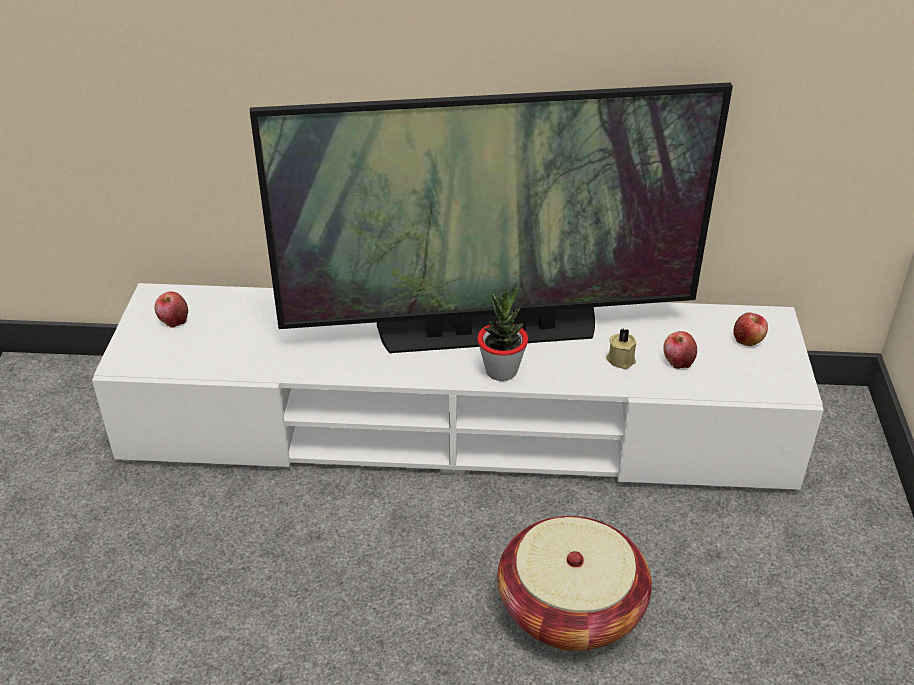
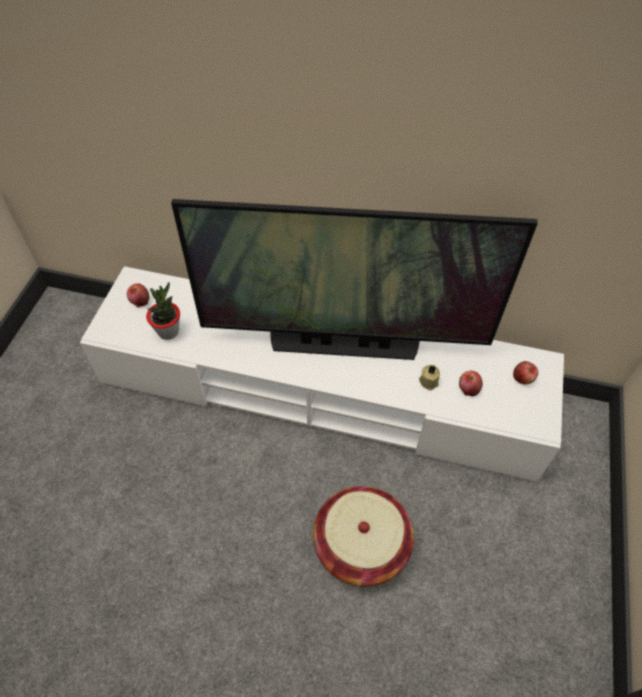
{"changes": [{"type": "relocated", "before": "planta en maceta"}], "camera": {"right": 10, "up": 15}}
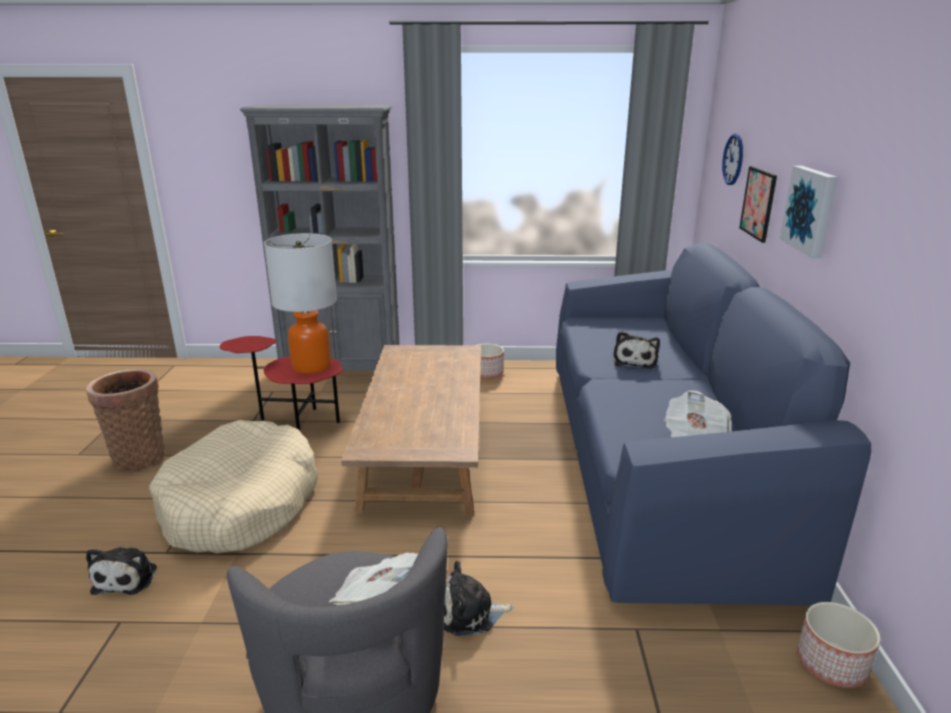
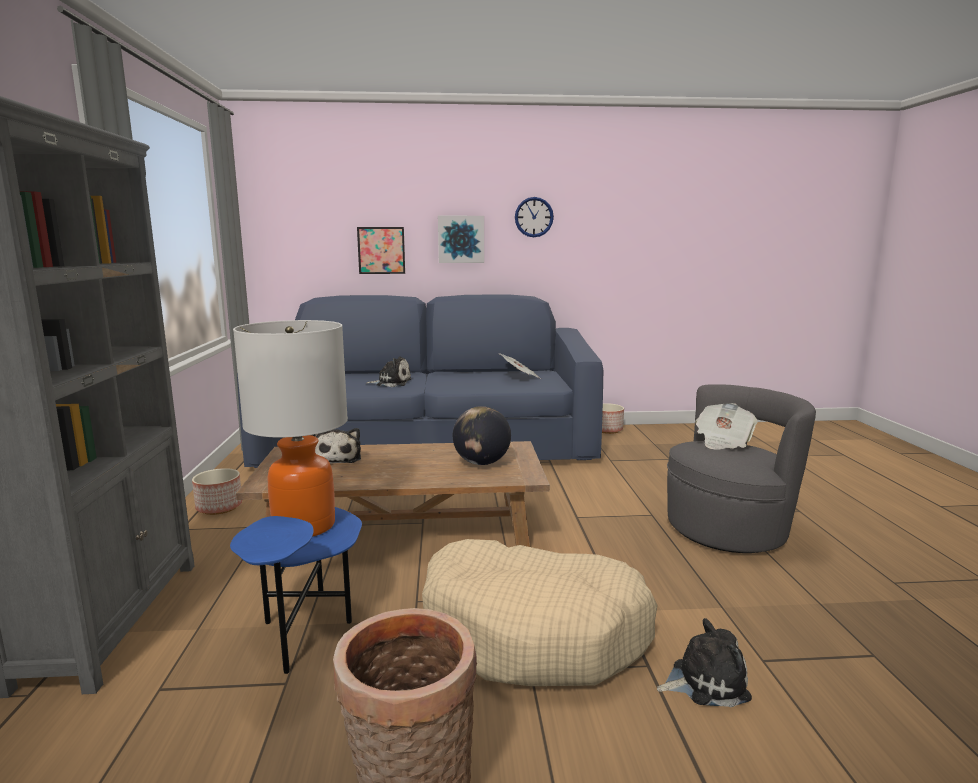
{"changes": [{"type": "colour", "before": "mesa auxiliar/rojo", "after": "mesa auxiliar/azul"}, {"type": "relocated", "before": "peluche (no. 2 from left in the first image)", "after": "peluche (no. 1 from left)"}, {"type": "appeared", "after": "globo terráqueo"}, {"type": "relocated", "before": "reloj de pared"}], "camera": {"right": -95, "up": -10}}
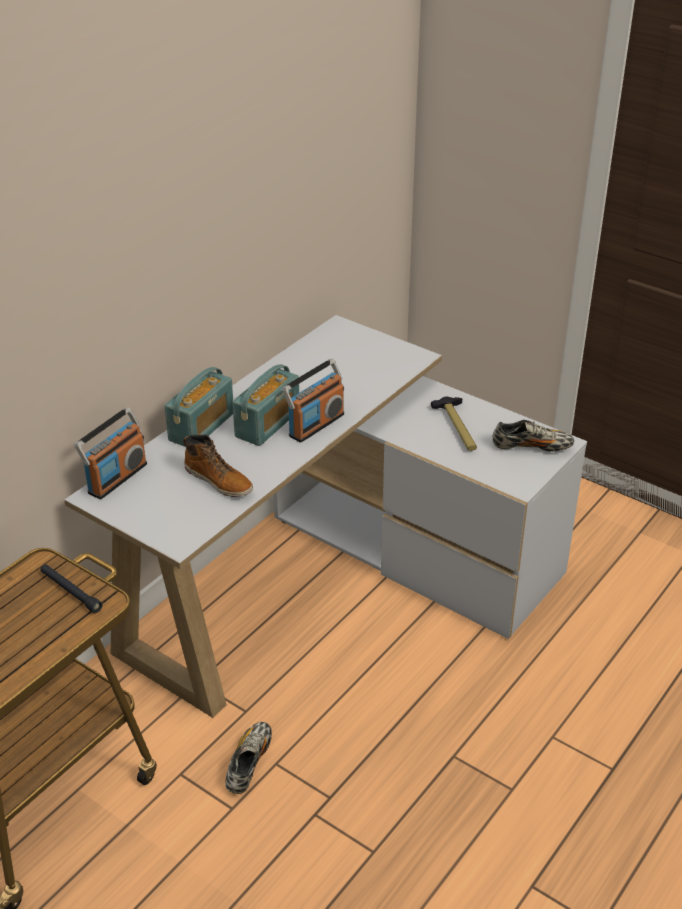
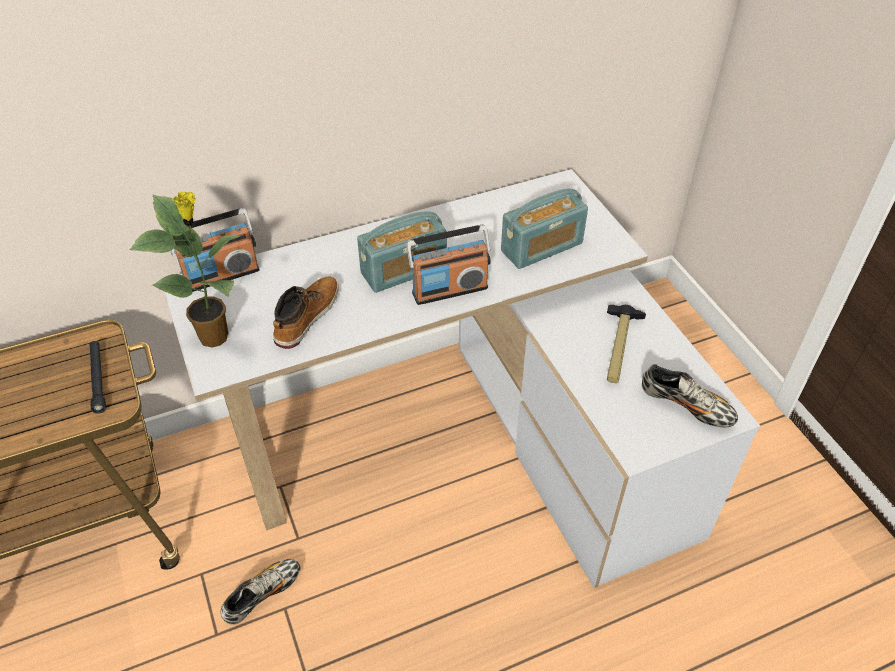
{"changes": [{"type": "appeared", "after": "planta en maceta"}, {"type": "spun", "before": "bota", "turn": -135}, {"type": "relocated", "before": "radio (no. 2 from left in the first image)", "after": "radio (no. 4 from left)"}], "camera": {"right": 30, "up": 10}}
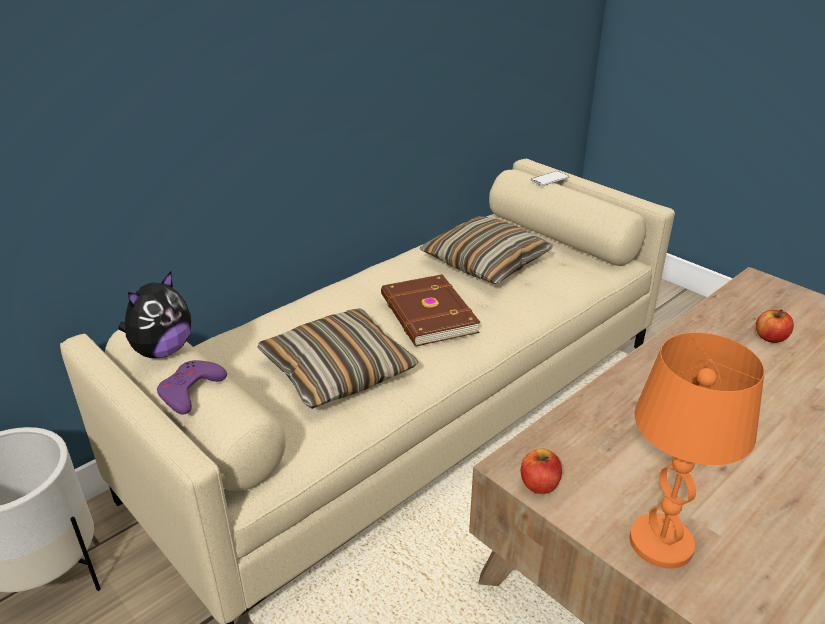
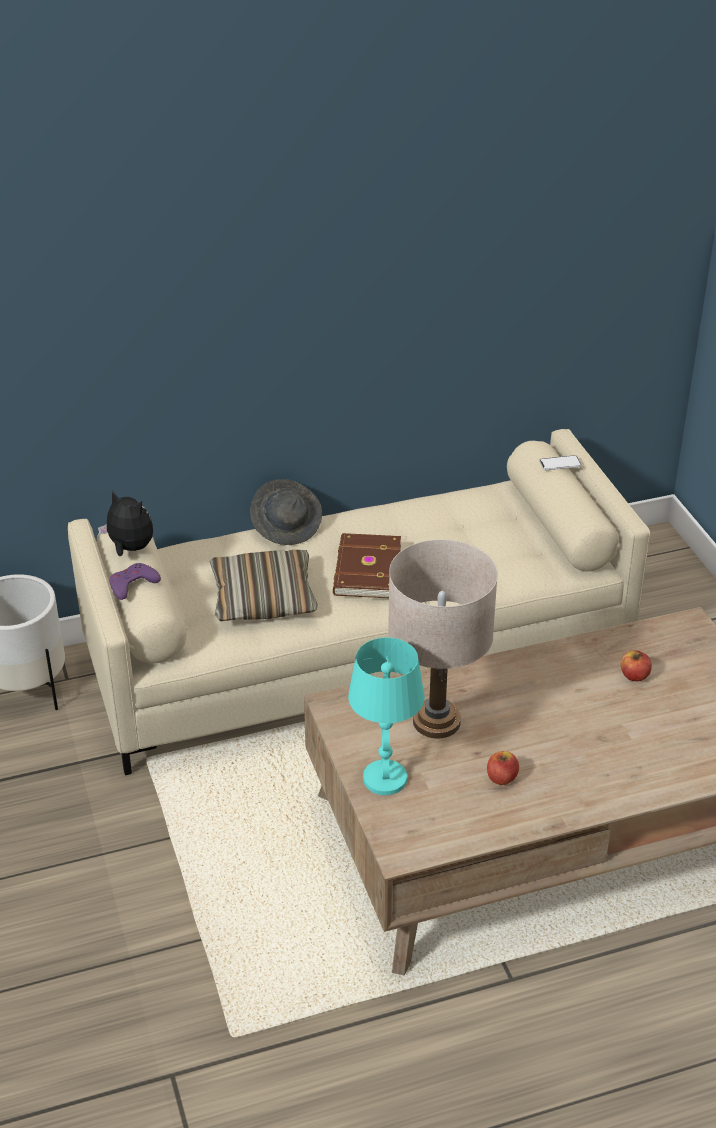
{"changes": [{"type": "spun", "before": "peluche", "turn": -120}, {"type": "appeared", "after": "sombrero/gris"}, {"type": "colour", "before": "lámpara de mesa/naranja", "after": "lámpara de mesa/turquesa"}, {"type": "appeared", "after": "lámpara de mesa/beis"}, {"type": "relocated", "before": "manzana (no. 1 from left)"}, {"type": "missing", "before": "cojín (no. 2 from left)"}], "camera": {"right": 25, "up": 5}}
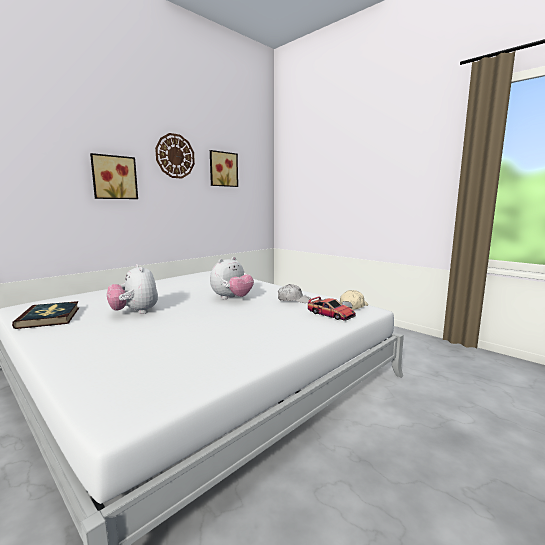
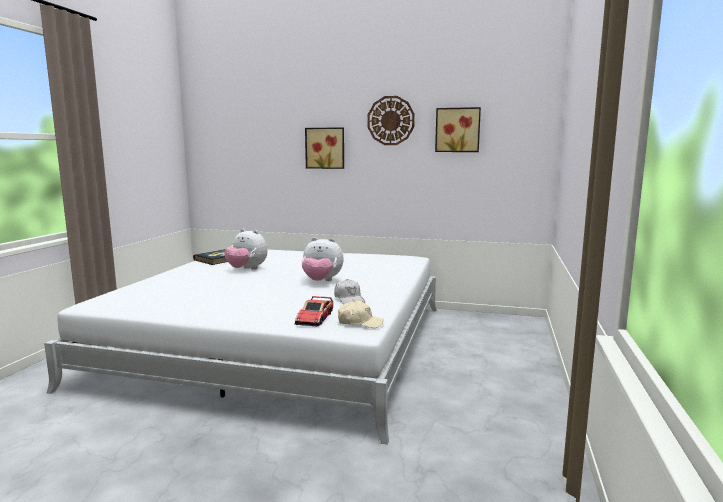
{"changes": [{"type": "spun", "before": "peluche (no. 1 from left)", "turn": -90}], "camera": {"right": 60, "up": 0}}
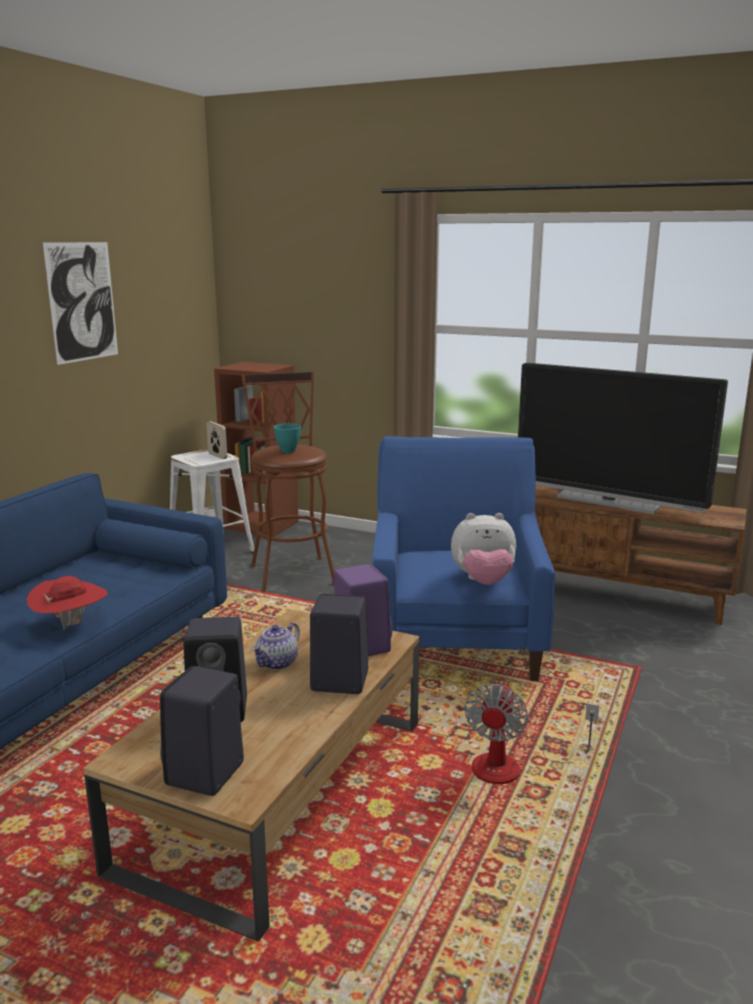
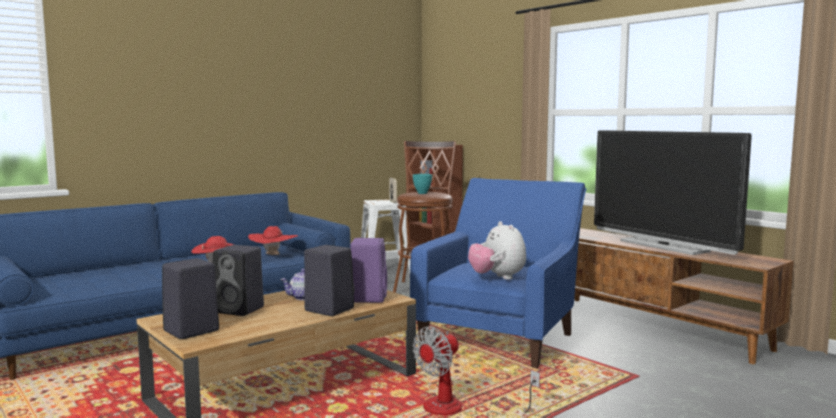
{"changes": [{"type": "appeared", "after": "sombrero/rojo (no. 2 from left)"}, {"type": "spun", "before": "peluche", "turn": 45}, {"type": "missing", "before": "cuadro"}], "camera": {"right": 25, "up": -10}}
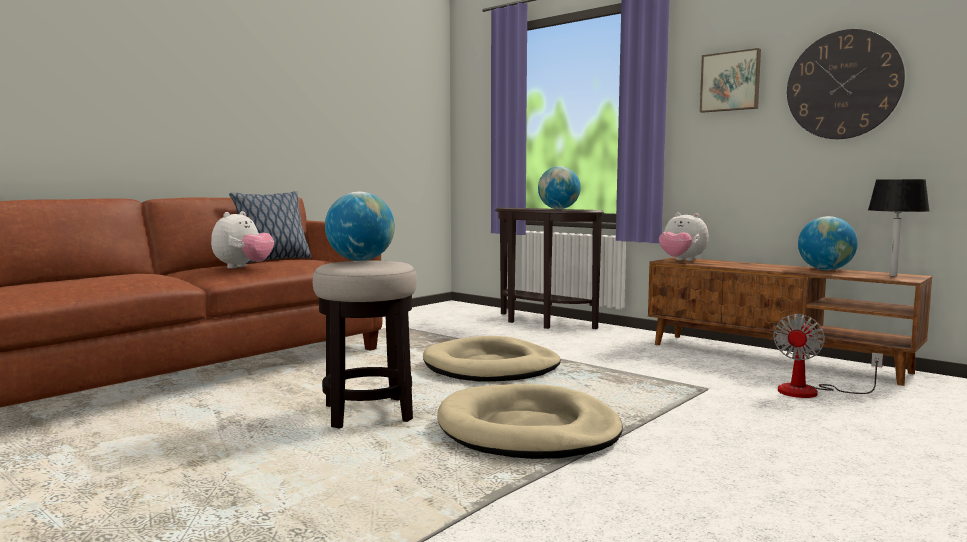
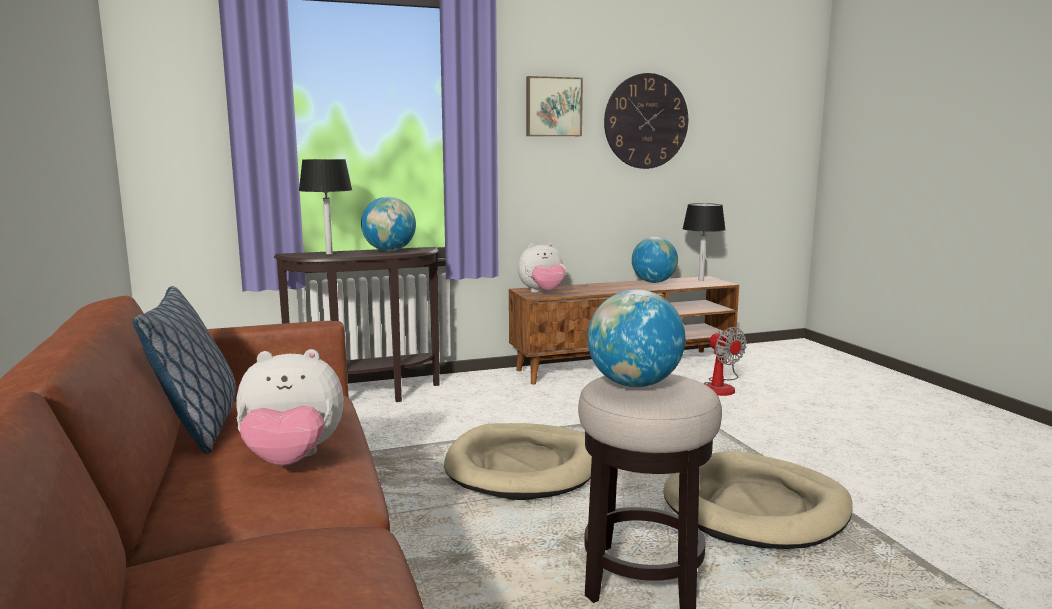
{"changes": [{"type": "spun", "before": "peluche (no. 1 from left)", "turn": 120}, {"type": "appeared", "after": "lámpara de mesa/negro (no. 1 from left)"}], "camera": {"right": -60, "up": 5}}
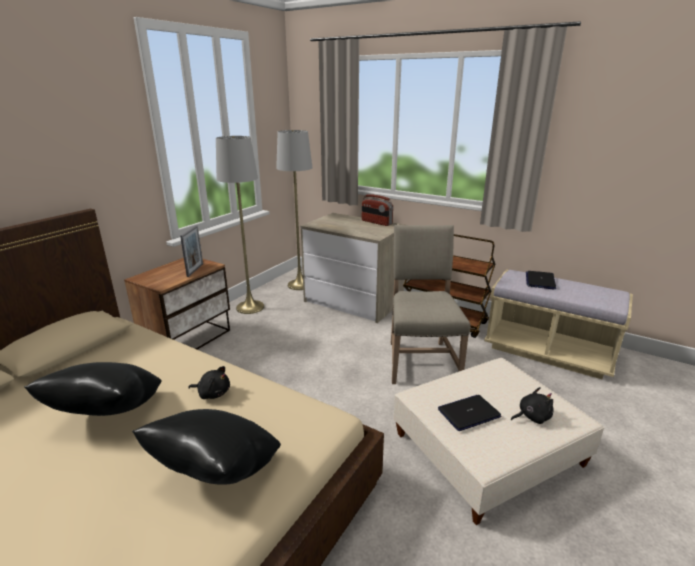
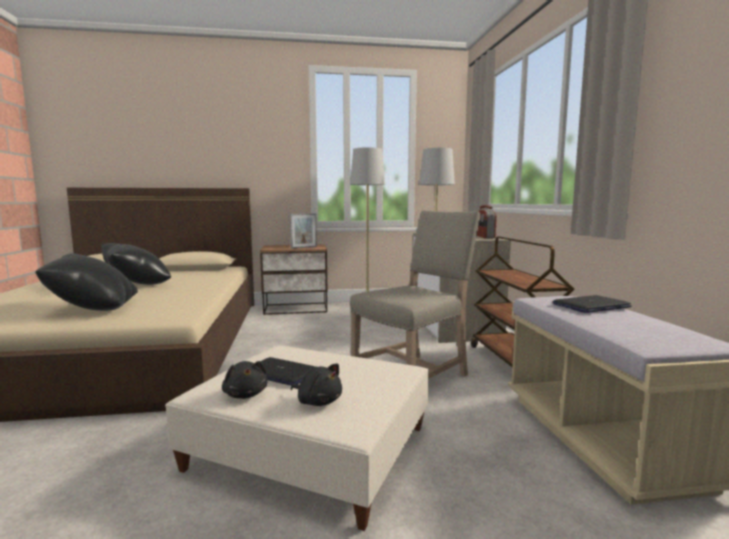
{"changes": [{"type": "relocated", "before": "peluche/negro (no. 1 from left)"}], "camera": {"right": 50, "up": -15}}
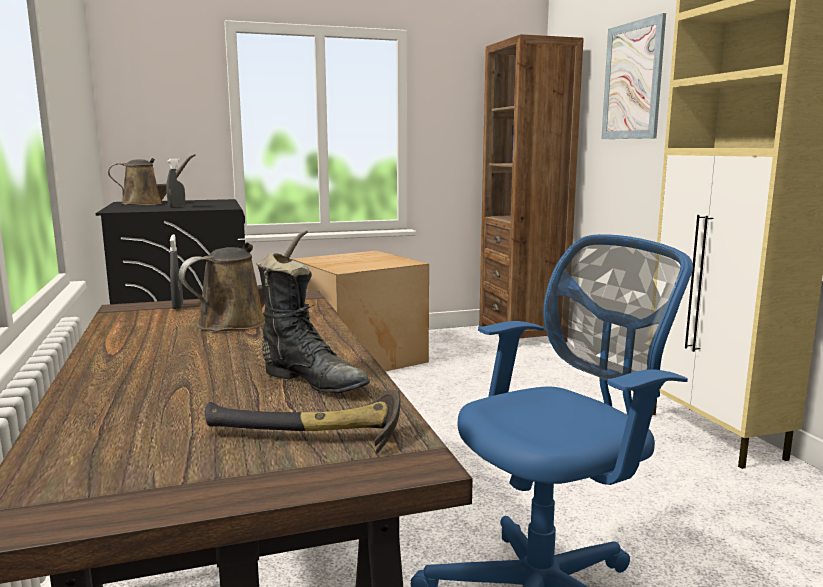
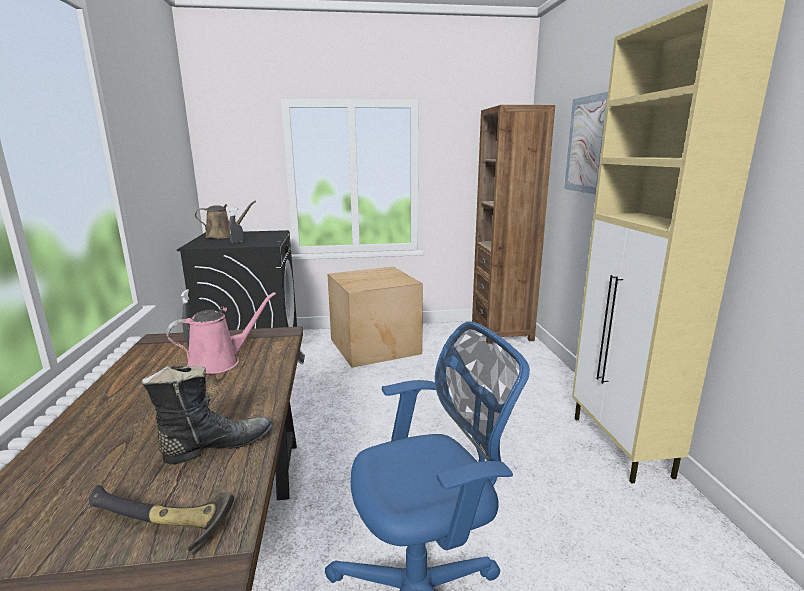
{"changes": [{"type": "spun", "before": "bota/negro", "turn": -75}, {"type": "colour", "before": "regadera/marrón (no. 2 from left)", "after": "regadera/rosa"}], "camera": {"right": 10, "up": 5}}
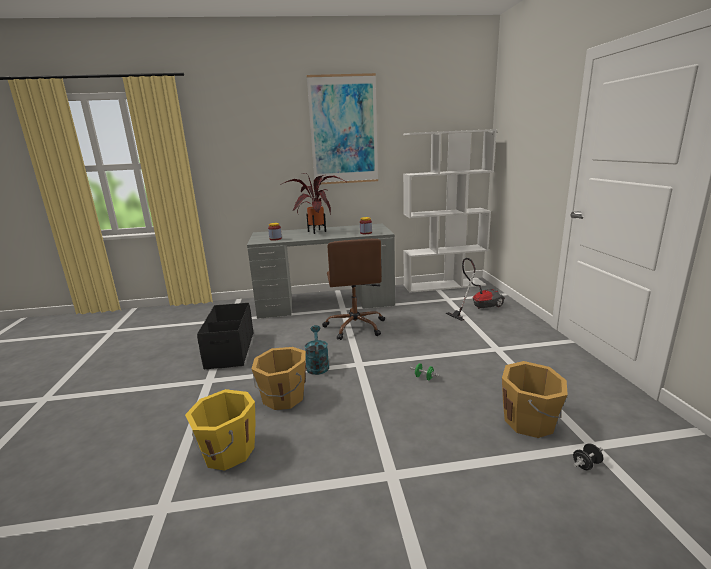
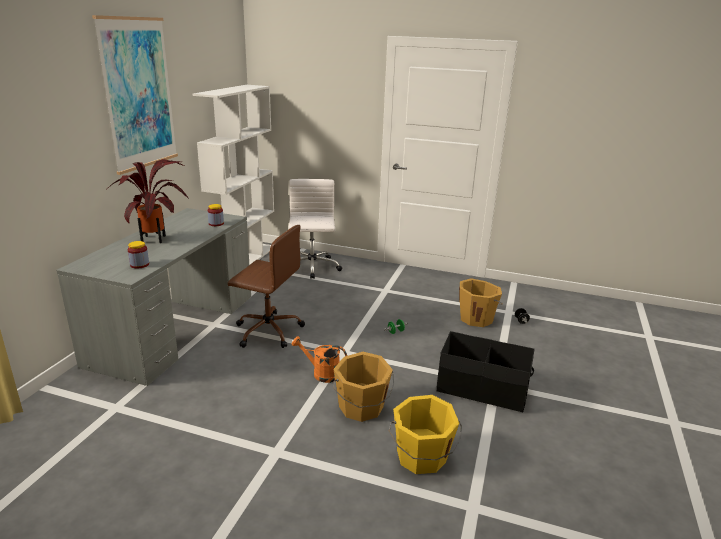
{"changes": [{"type": "exchanged", "before": "aspiradora", "after": "silla de oficina/blanco"}, {"type": "colour", "before": "regadera/turquesa", "after": "regadera/naranja"}, {"type": "relocated", "before": "caja de almacenaje/negro"}], "camera": {"right": -65, "up": 5}}
